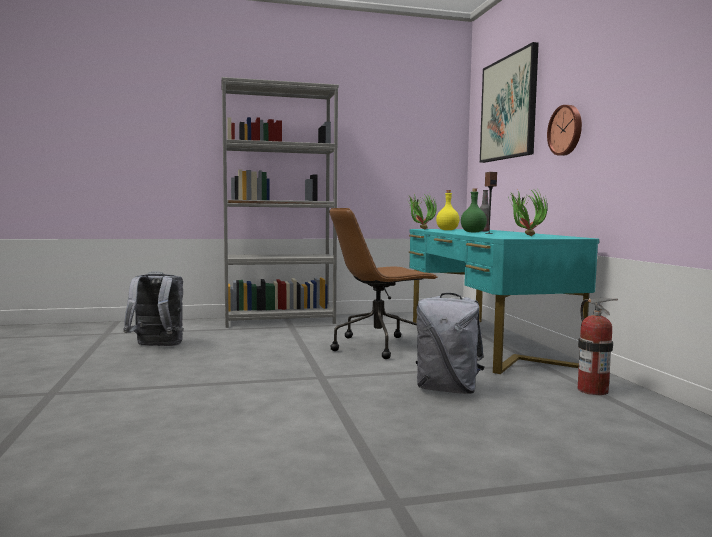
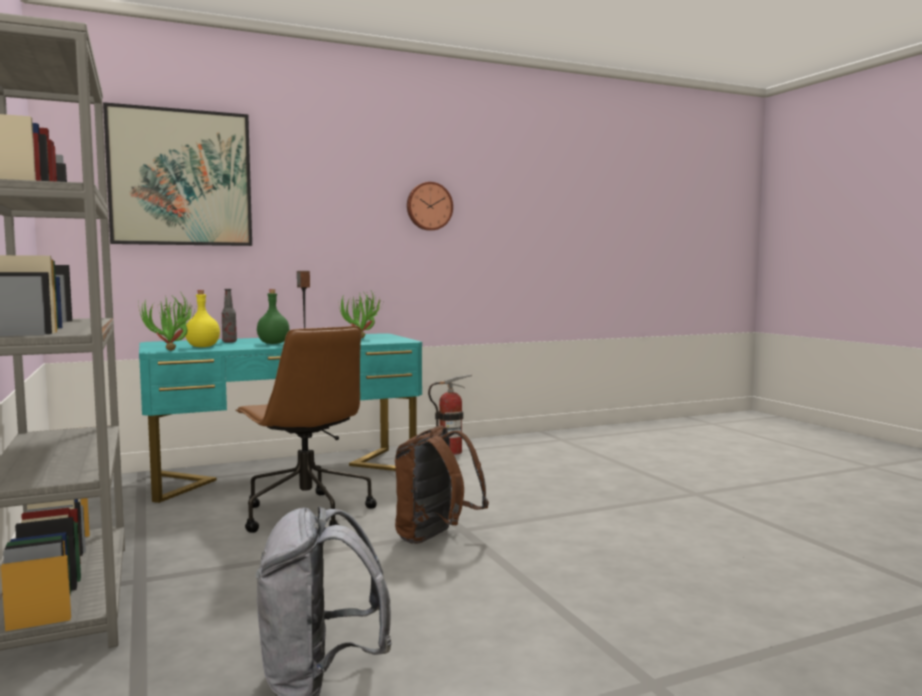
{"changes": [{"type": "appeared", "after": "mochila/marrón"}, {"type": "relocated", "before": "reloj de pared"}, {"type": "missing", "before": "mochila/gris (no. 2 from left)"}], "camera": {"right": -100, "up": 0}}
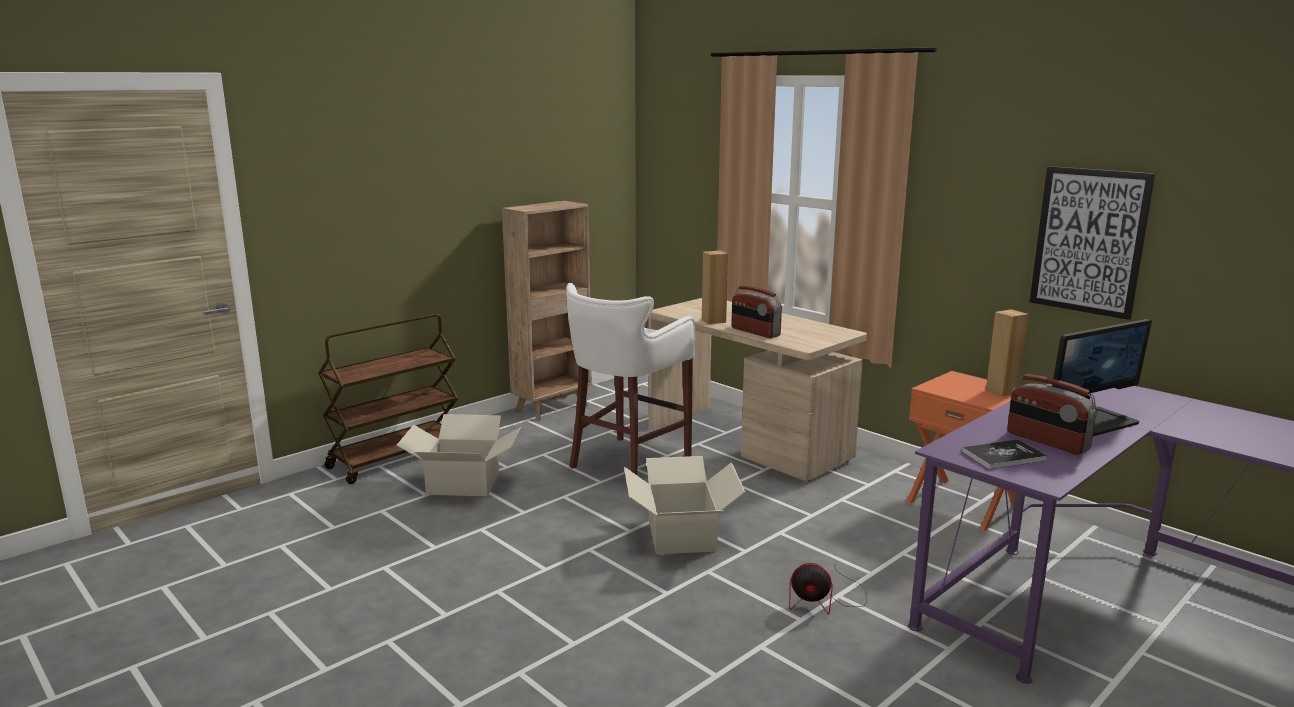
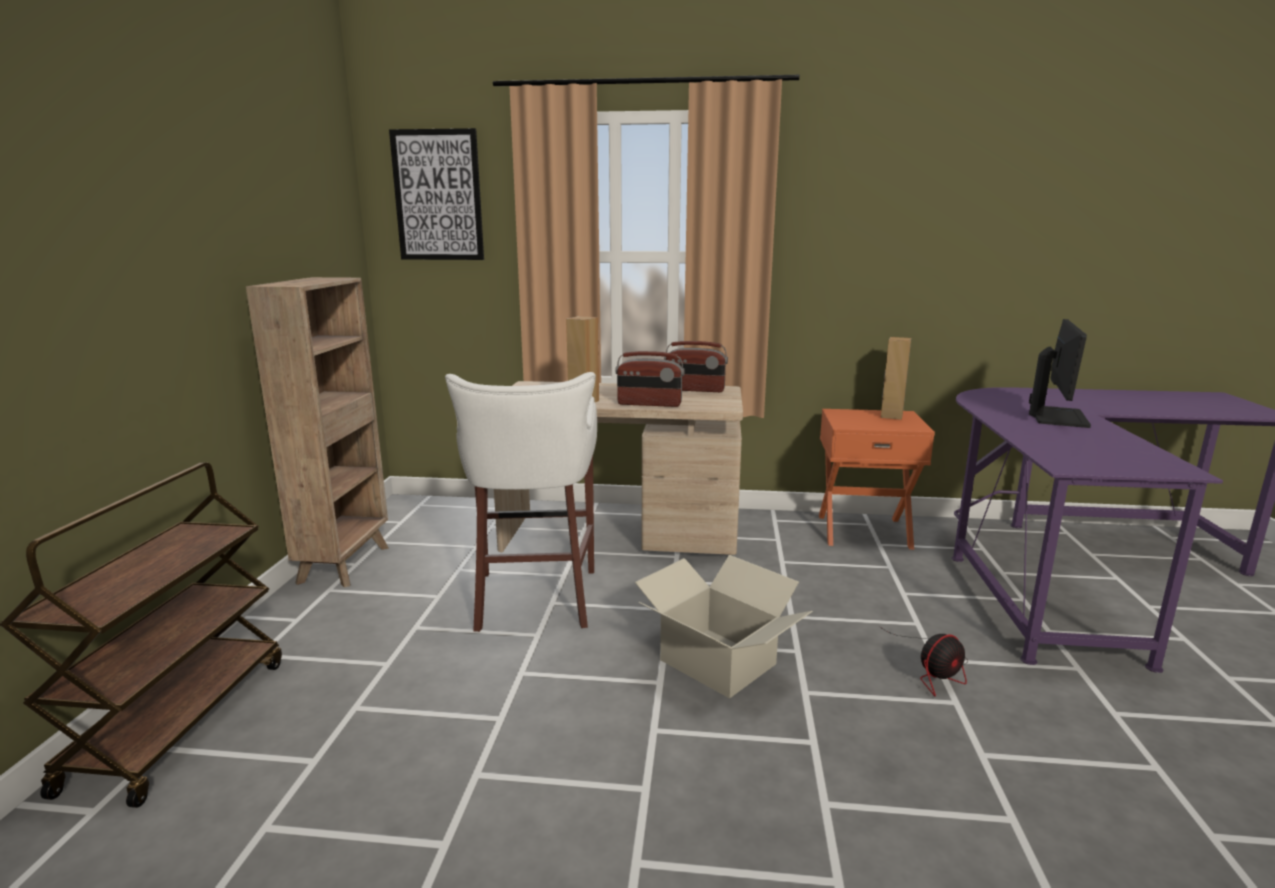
{"changes": [{"type": "relocated", "before": "cuadro"}, {"type": "relocated", "before": "radio (no. 2 from left)"}, {"type": "missing", "before": "caja de cartón (no. 1 from left)"}, {"type": "missing", "before": "libro"}], "camera": {"right": -40, "up": 0}}
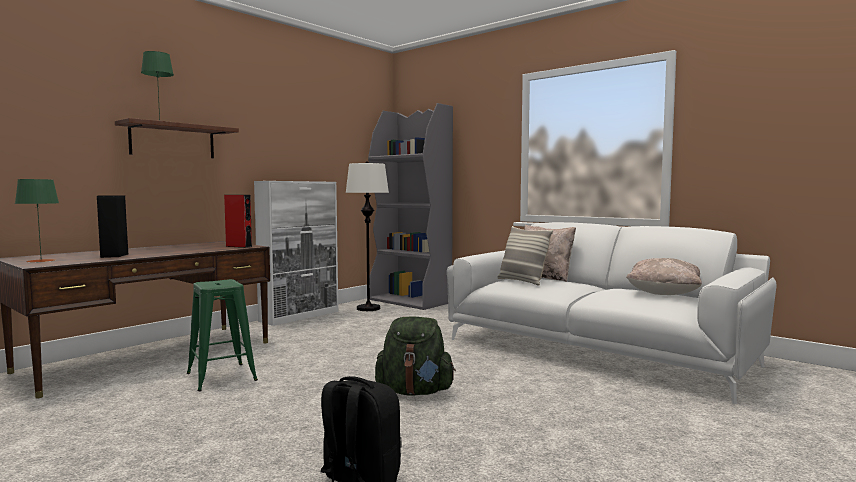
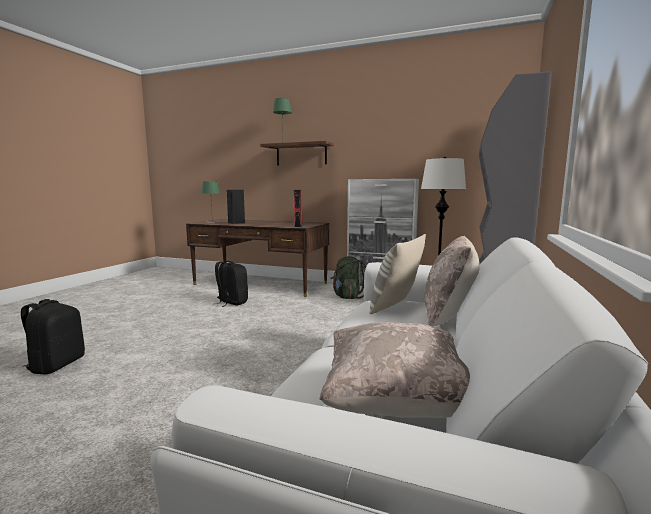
{"changes": [{"type": "exchanged", "before": "taburete/verde", "after": "mochila/negro (no. 2 from left)"}, {"type": "relocated", "before": "mochila/verde"}], "camera": {"right": 70, "up": 5}}
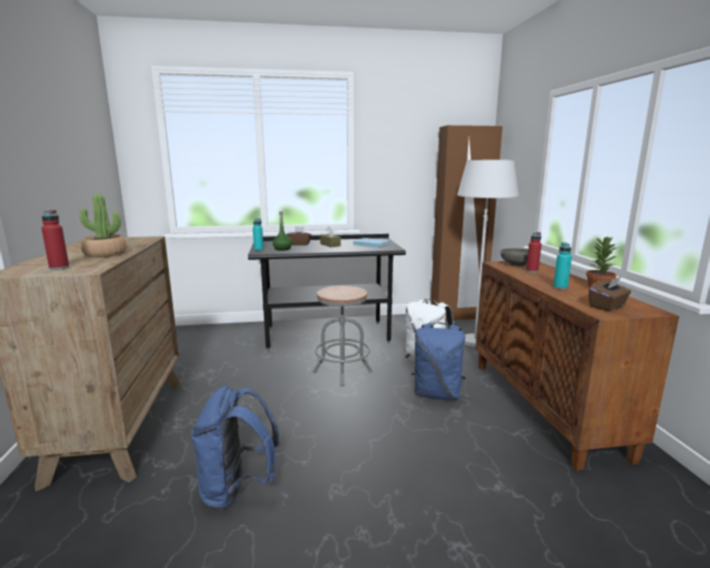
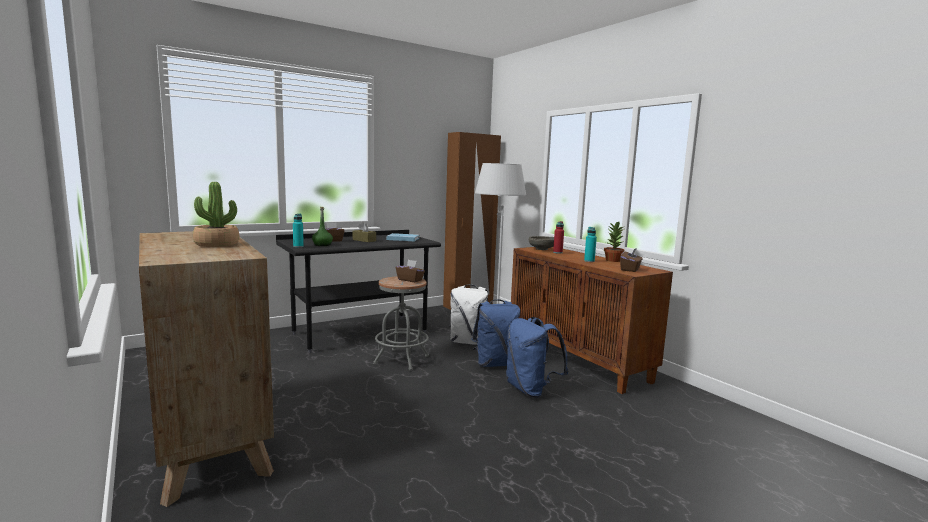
{"changes": [{"type": "appeared", "after": "caja de pañuelos/marrón (no. 3 from left)"}, {"type": "relocated", "before": "mochila/azul (no. 1 from left in the first image)", "after": "mochila/azul (no. 2 from left)"}, {"type": "missing", "before": "botella/rojo (no. 1 from left)"}], "camera": {"right": -25, "up": -5}}
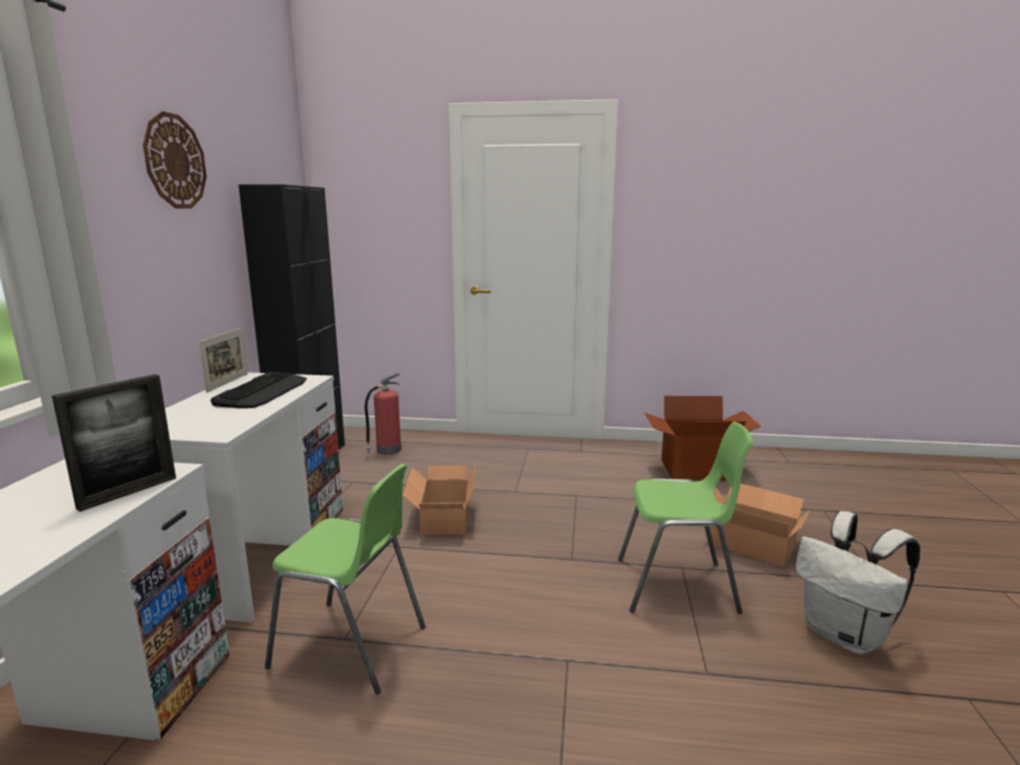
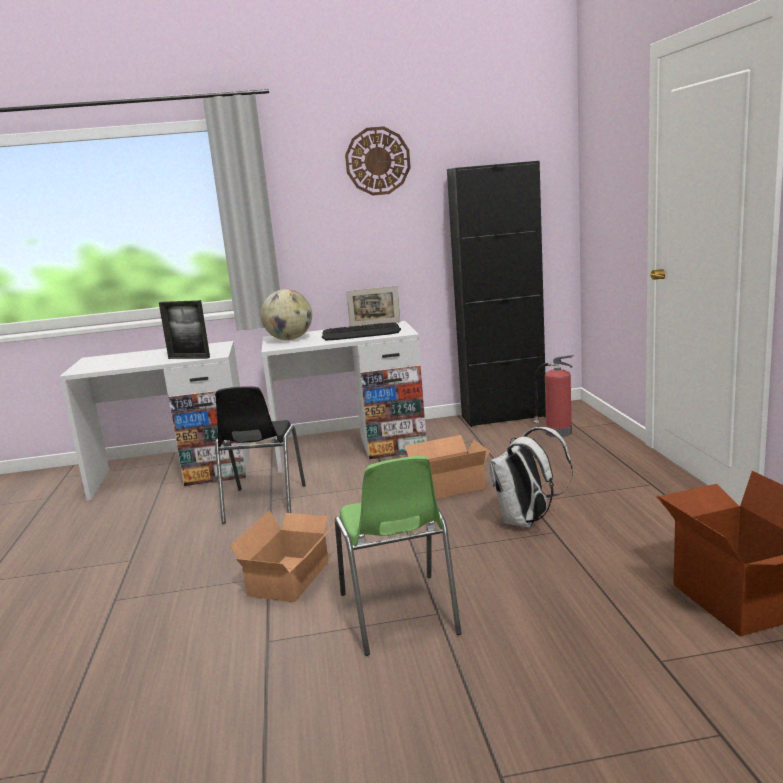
{"changes": [{"type": "colour", "before": "silla/verde (no. 1 from left)", "after": "silla/negro"}, {"type": "relocated", "before": "caja de cartón (no. 3 from left in the first image)", "after": "caja de cartón (no. 1 from left)"}, {"type": "appeared", "after": "globo terráqueo"}, {"type": "relocated", "before": "mochila/blanco"}], "camera": {"right": 75, "up": 0}}
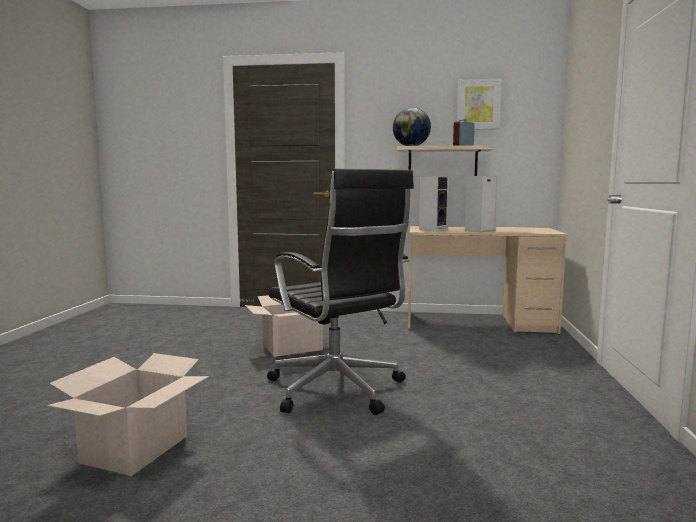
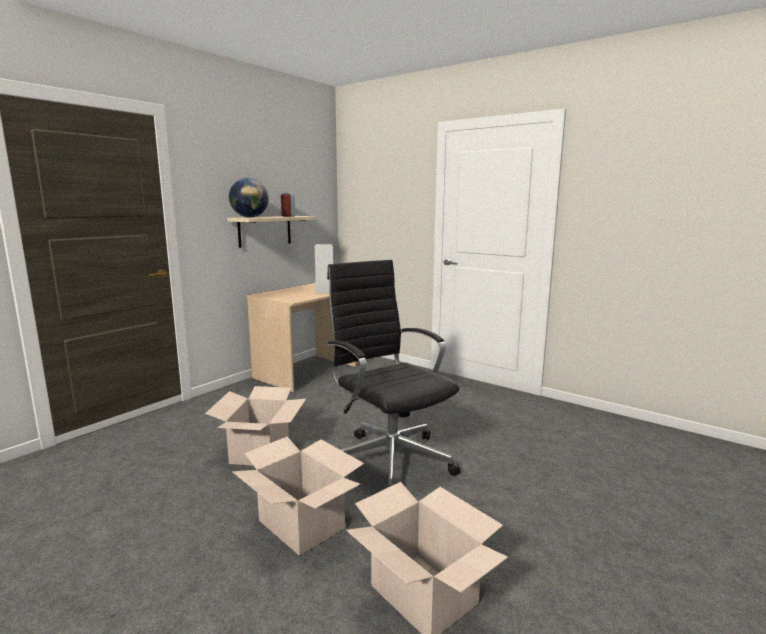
{"changes": [{"type": "appeared", "after": "caja de cartón (no. 2 from left)"}, {"type": "spun", "before": "silla de oficina/negro", "turn": -120}, {"type": "missing", "before": "altavoz (no. 1 from left)"}, {"type": "missing", "before": "cuadro"}], "camera": {"right": -60, "up": 5}}
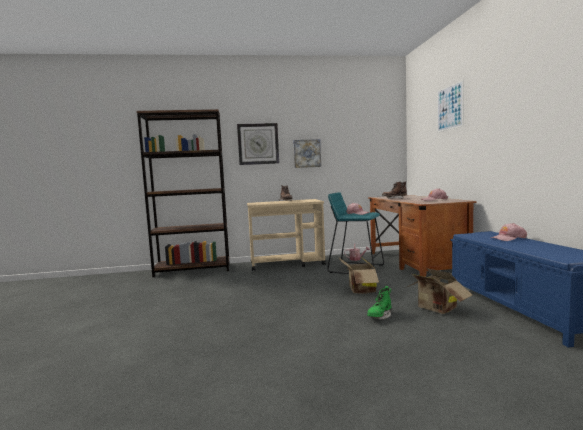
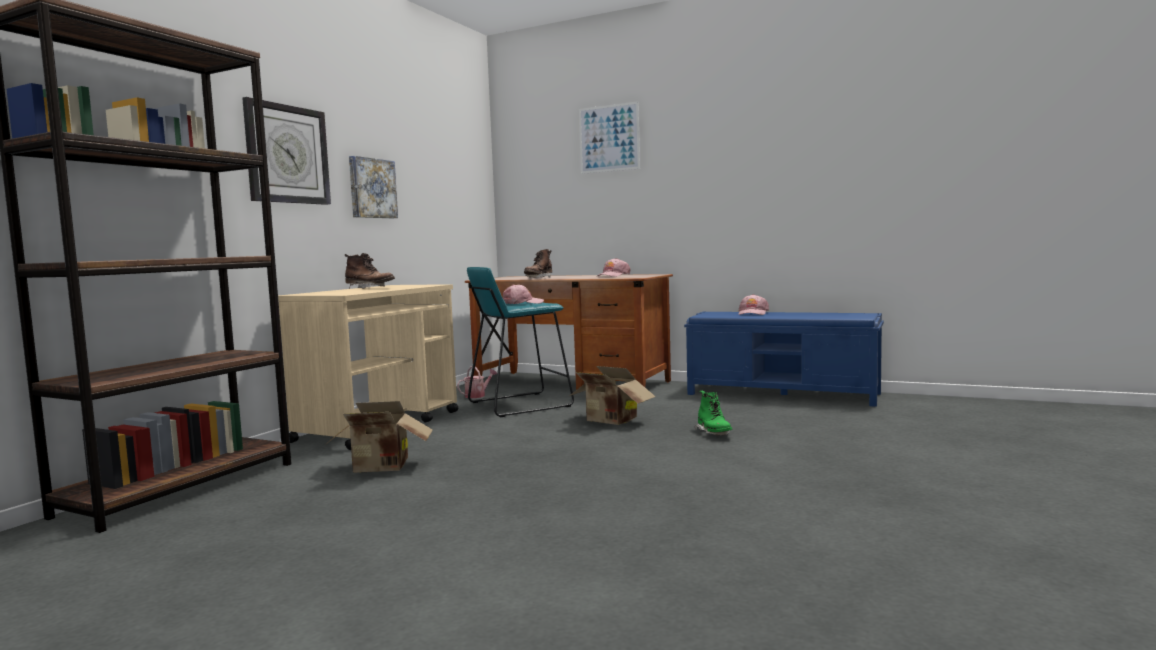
{"changes": [{"type": "relocated", "before": "caja de cartón (no. 2 from left in the first image)", "after": "caja de cartón (no. 1 from left)"}], "camera": {"right": -55, "up": 0}}
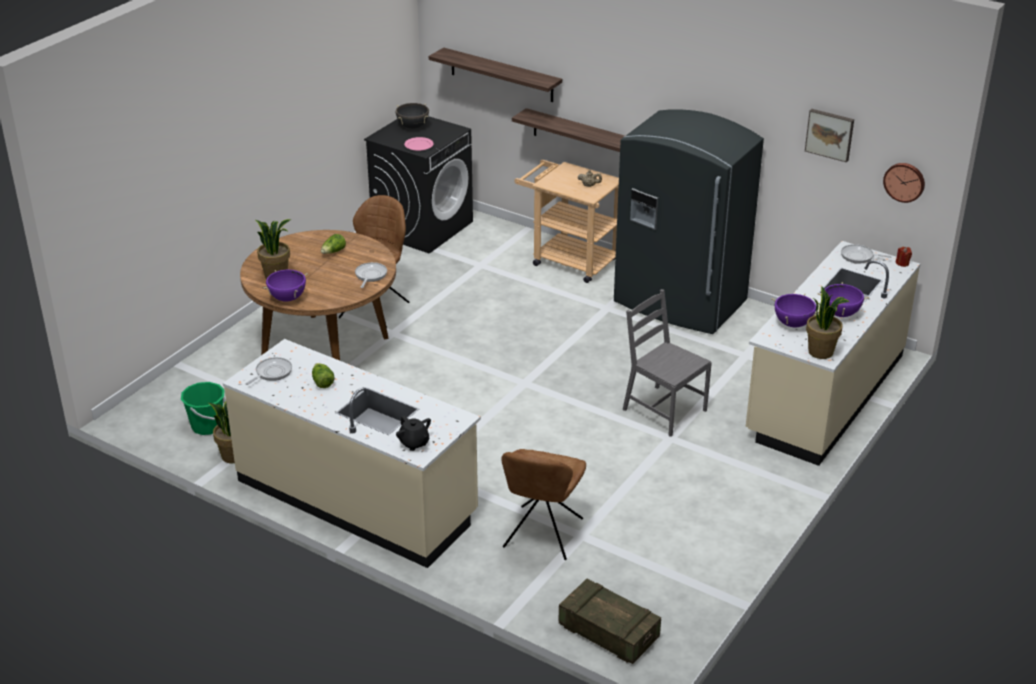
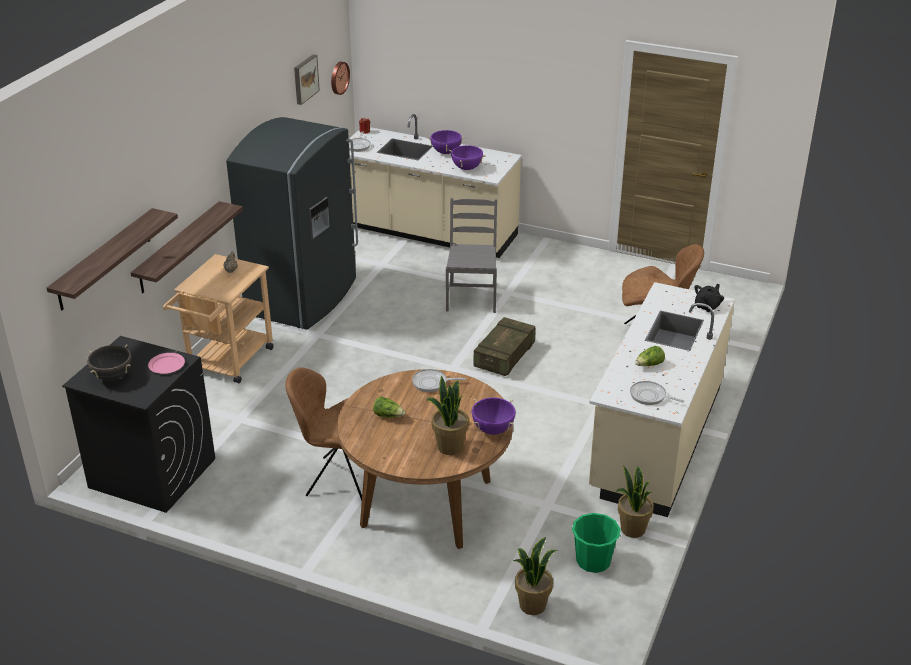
{"changes": [{"type": "spun", "before": "silla/gris", "turn": 150}, {"type": "relocated", "before": "caja de embalaje"}, {"type": "relocated", "before": "planta en maceta (no. 3 from left in the first image)", "after": "planta en maceta (no. 2 from left)"}], "camera": {"right": -100, "up": 0}}
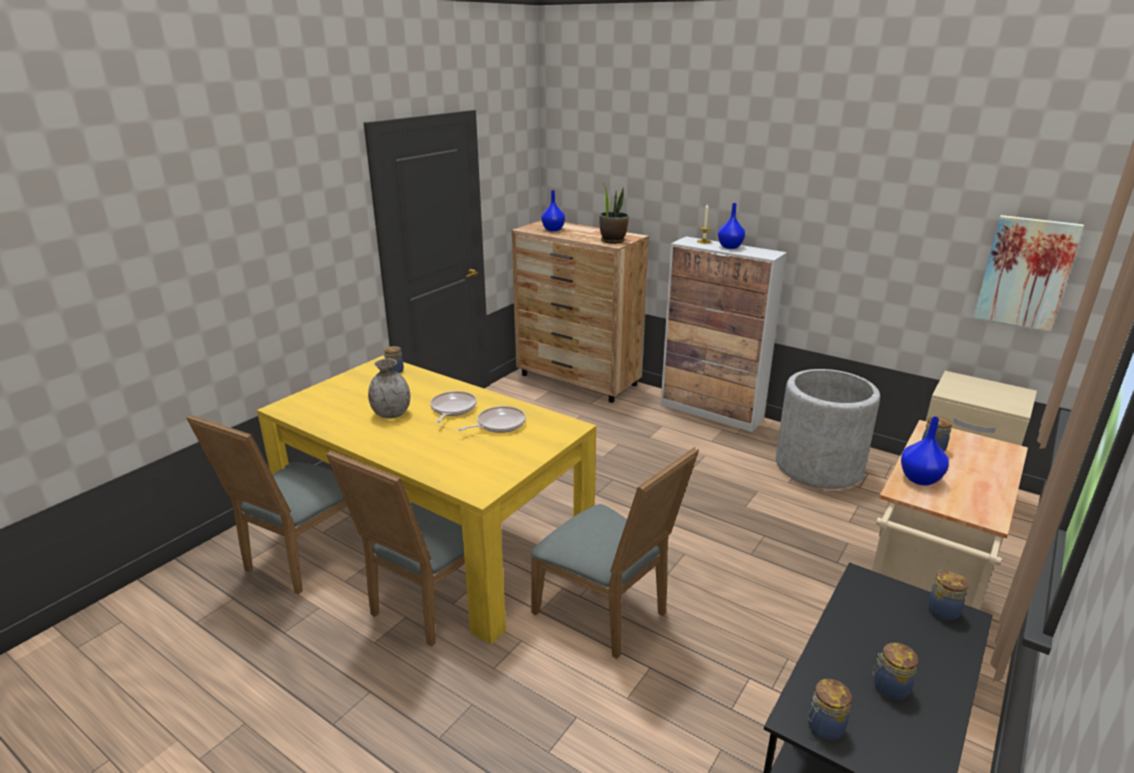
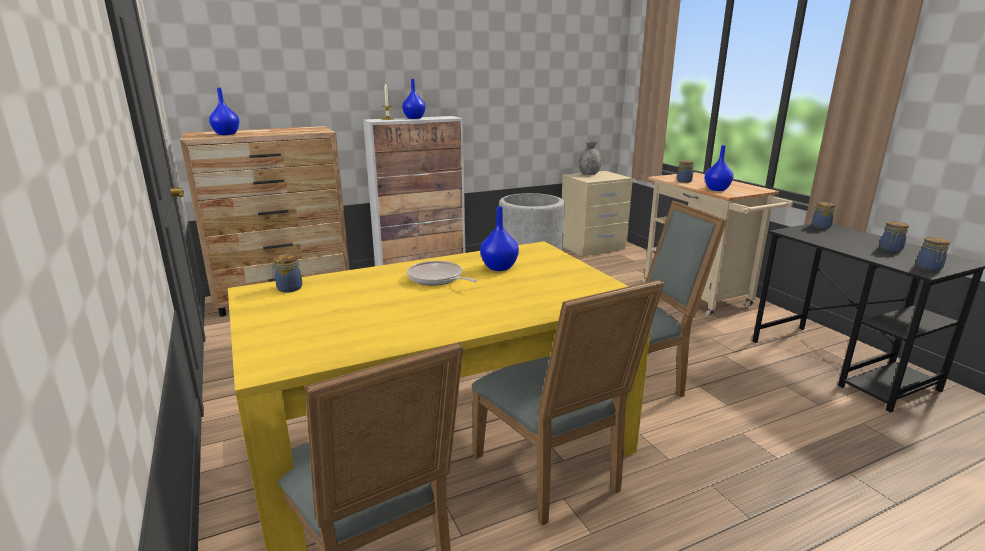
{"changes": [{"type": "exchanged", "before": "sartén (no. 2 from left)", "after": "florero/azul (no. 3 from left)"}, {"type": "relocated", "before": "florero/gris"}, {"type": "missing", "before": "planta en maceta"}, {"type": "missing", "before": "cuadro"}], "camera": {"right": -60, "up": -5}}
